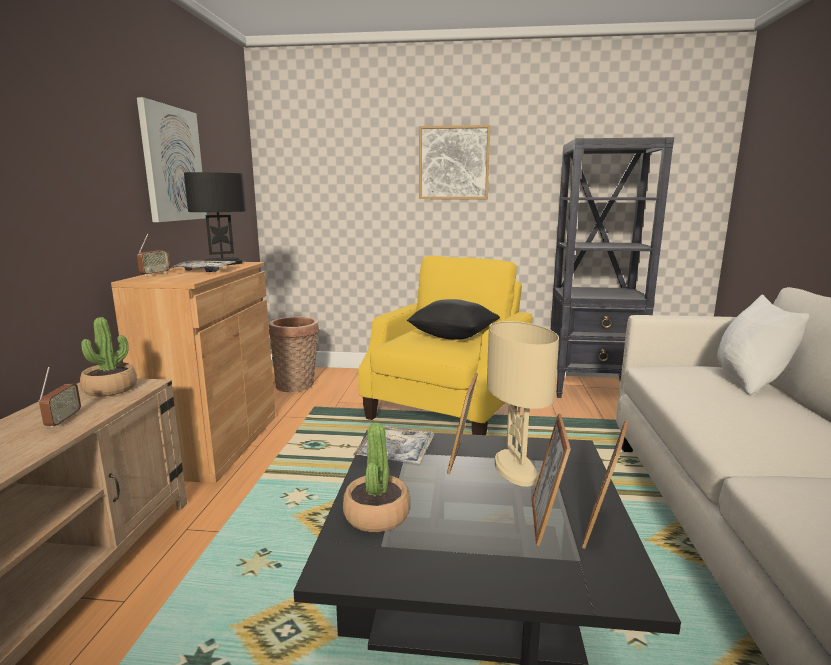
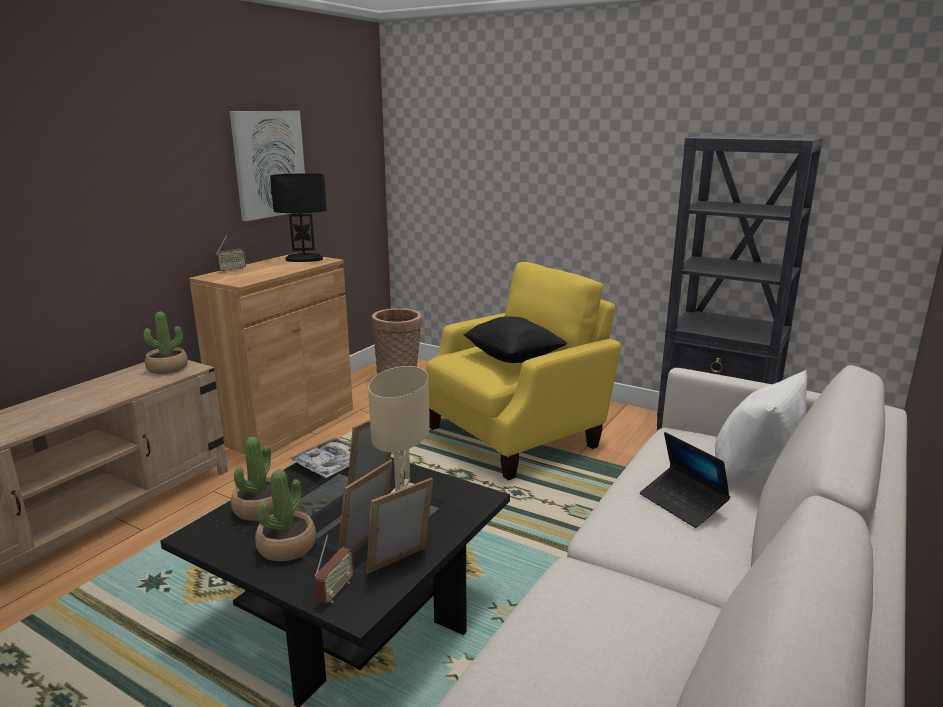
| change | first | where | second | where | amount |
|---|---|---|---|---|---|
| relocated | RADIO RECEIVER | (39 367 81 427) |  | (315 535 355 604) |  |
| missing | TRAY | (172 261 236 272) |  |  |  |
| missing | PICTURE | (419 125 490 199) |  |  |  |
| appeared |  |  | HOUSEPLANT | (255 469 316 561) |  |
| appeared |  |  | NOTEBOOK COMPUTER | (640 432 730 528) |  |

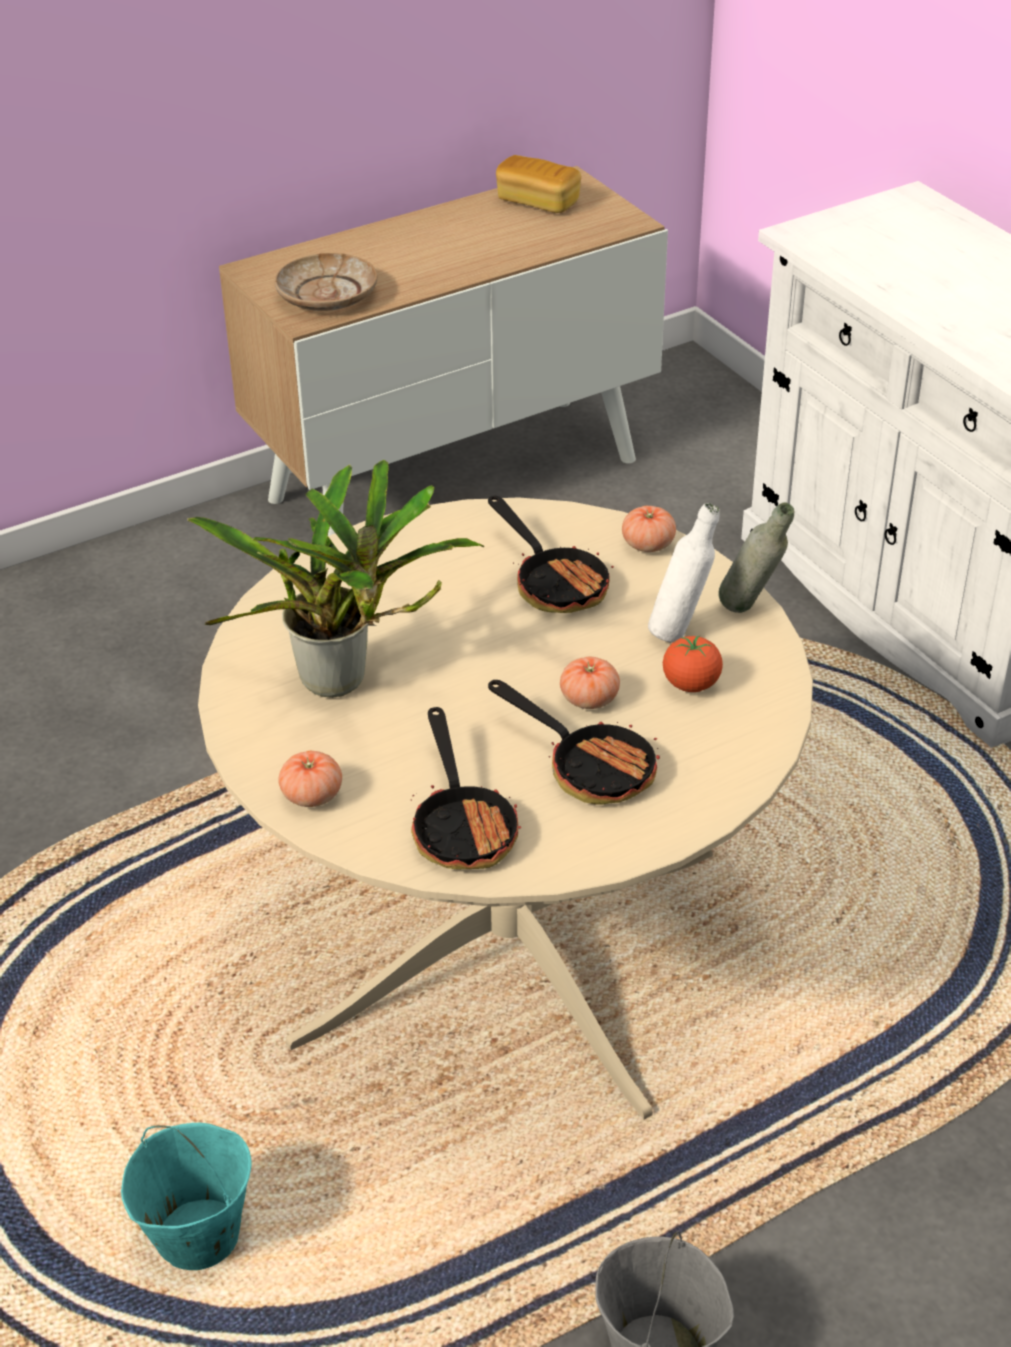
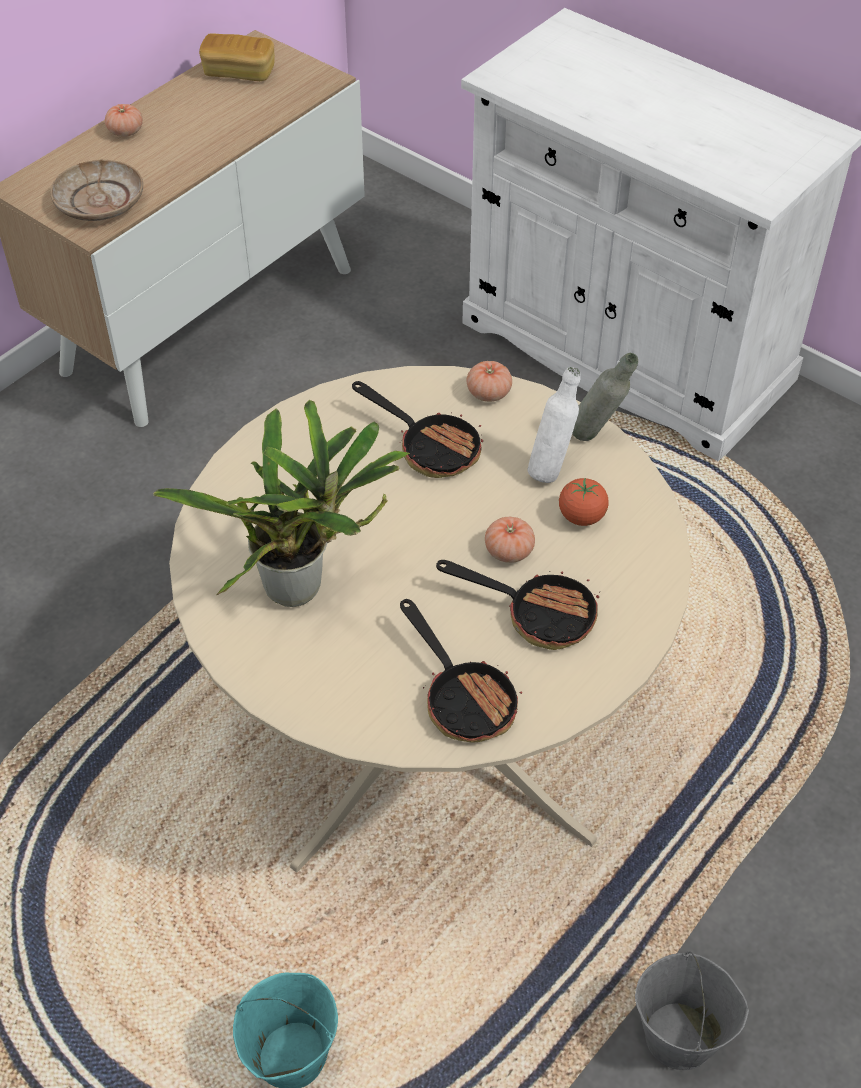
| change | first | where | second | where | amount |
|---|---|---|---|---|---|
| relocated | FRESH TOMATO | (278 751 342 807) |  | (105 104 143 137) |  |

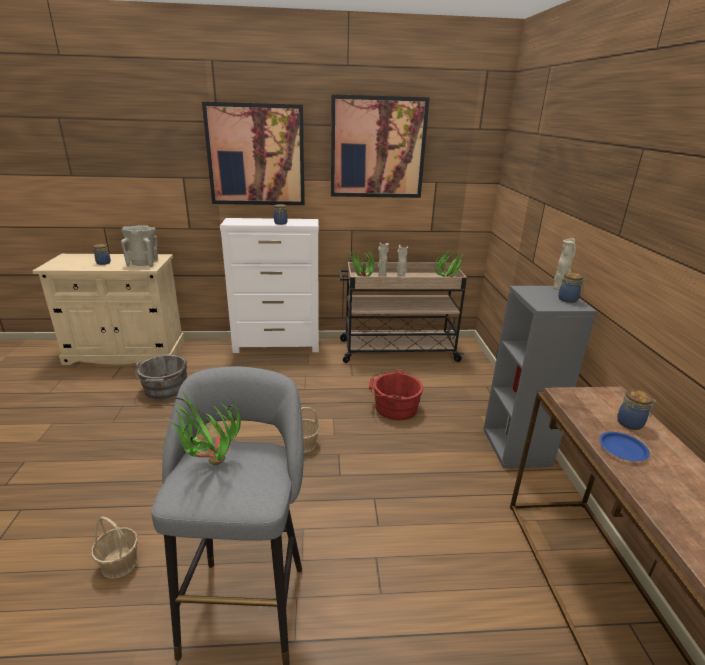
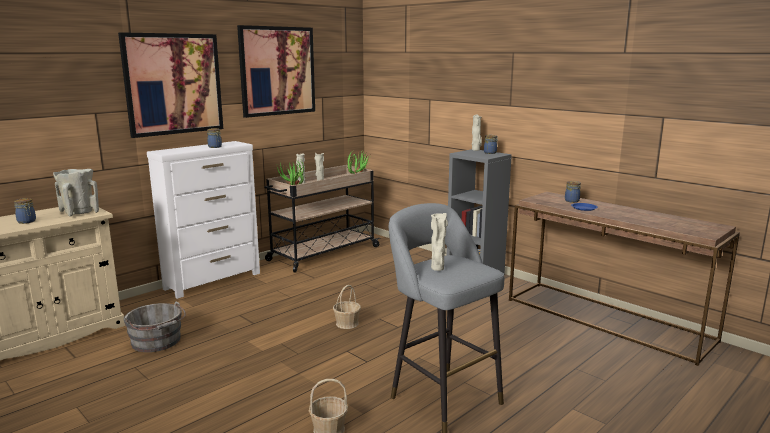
| change | first | where | second | where | amount |
|---|---|---|---|---|---|
| exchanged | HOUSEPLANT | (166 392 241 465) | SAND-COLOURED FLOWER VASE | (431 213 448 271) |  |
| missing | RED BUCKET | (369 369 423 420) |  |  |  |

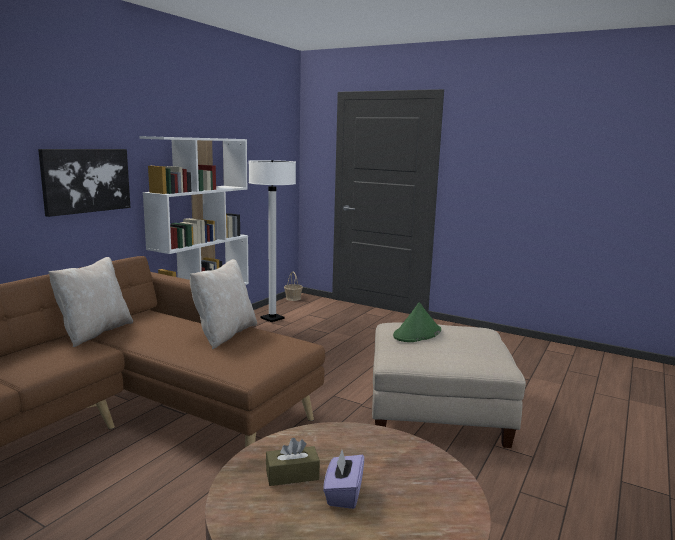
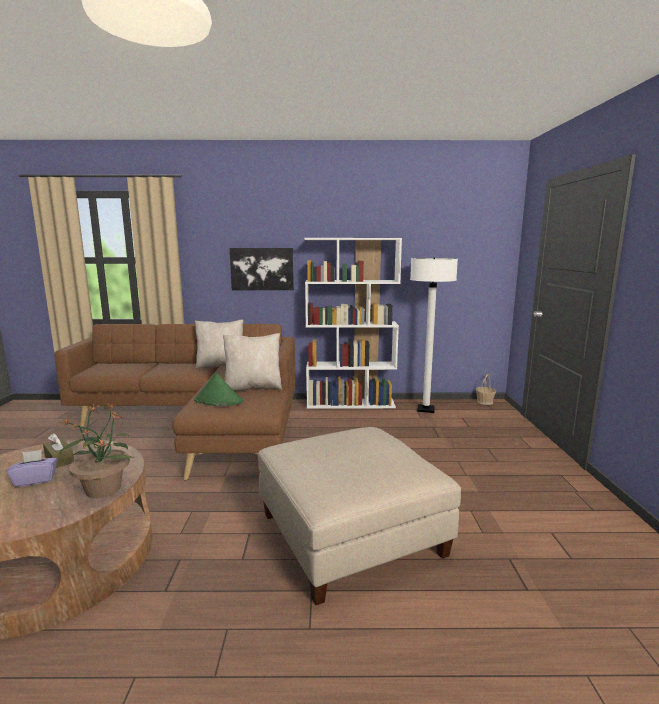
| change | first | where | second | where | amount |
|---|---|---|---|---|---|
| relocated | GREENISH WEARABLE HAT | (393 302 441 342) |  | (194 372 243 406) |  |
| appeared |  |  | HOUSEPLANT | (59 404 133 498) |  |

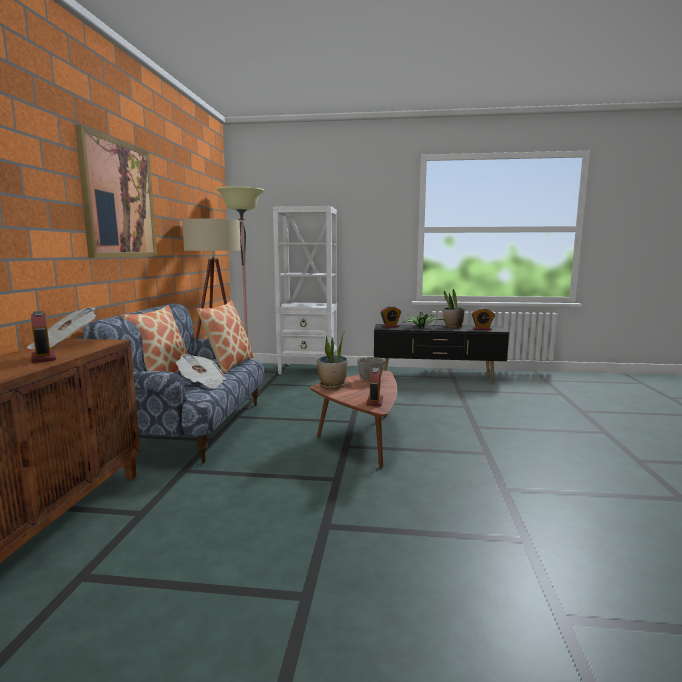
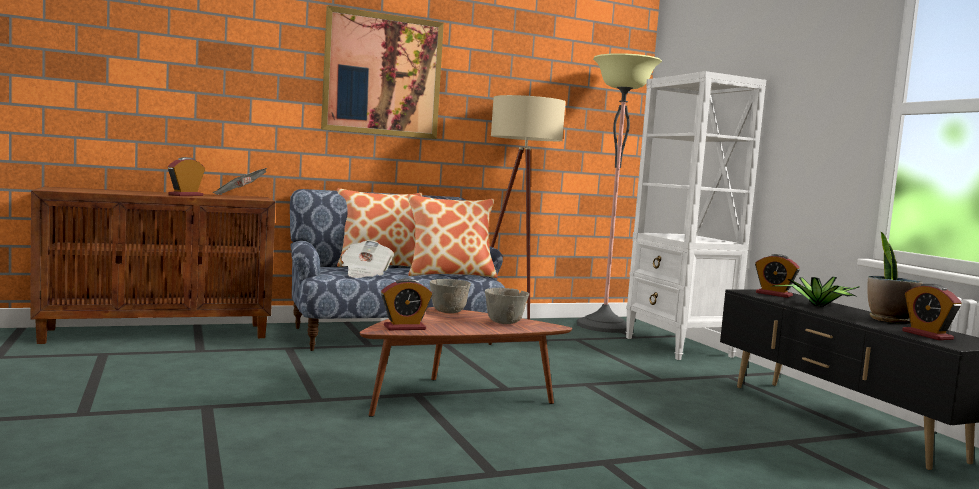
| change | first | where | second | where | amount |
|---|---|---|---|---|---|
| exchanged | HOUSEPLANT | (317 330 348 389) | GREYISH SERVING BOWL | (430 279 471 313) |  |

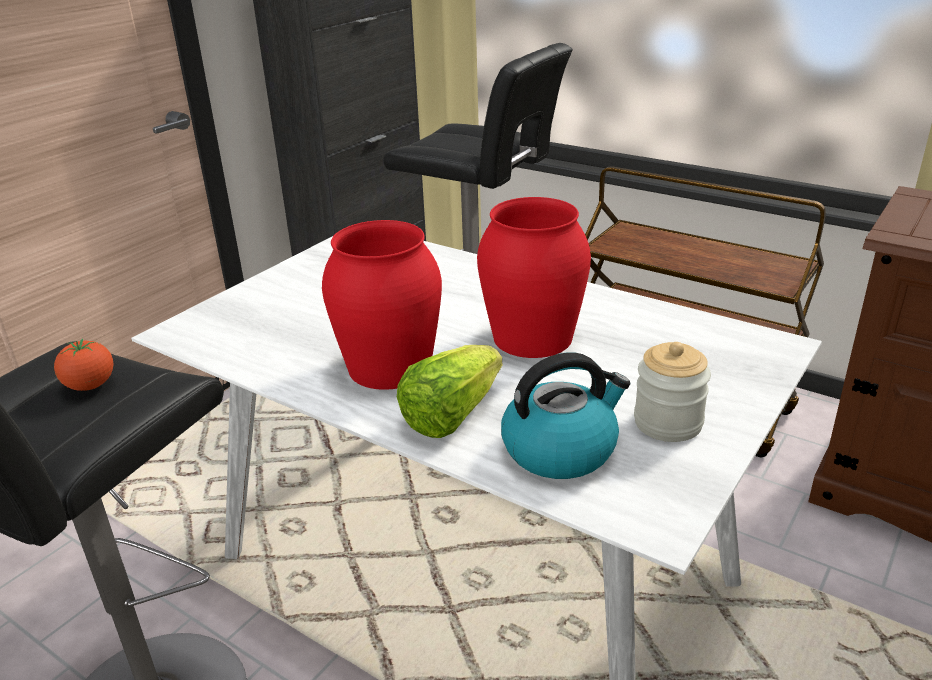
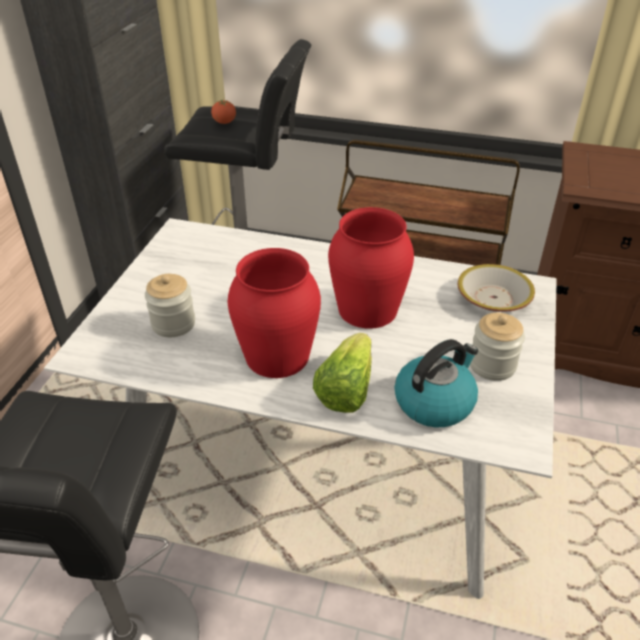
| change | first | where | second | where | amount |
|---|---|---|---|---|---|
| relocated | FRESH TOMATO | (54 339 114 391) |  | (211 100 236 124) |  |
| appeared |  |  | STORAGE JAR | (145 274 195 337) |  |
| appeared |  |  | SERVING BOWL | (458 264 535 312) |  |

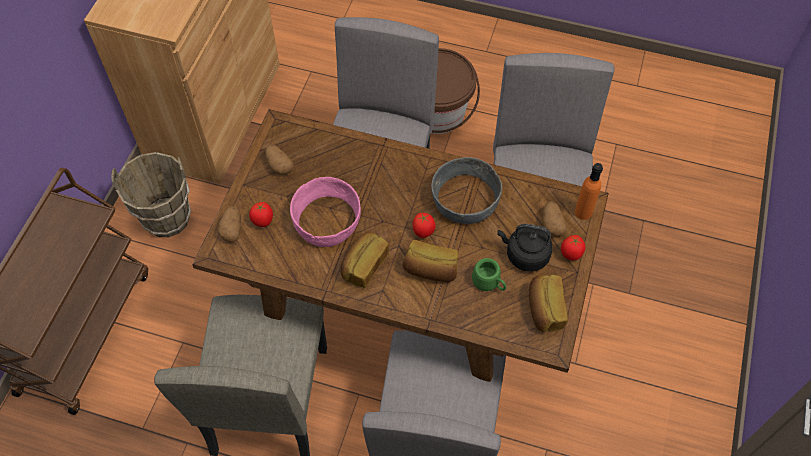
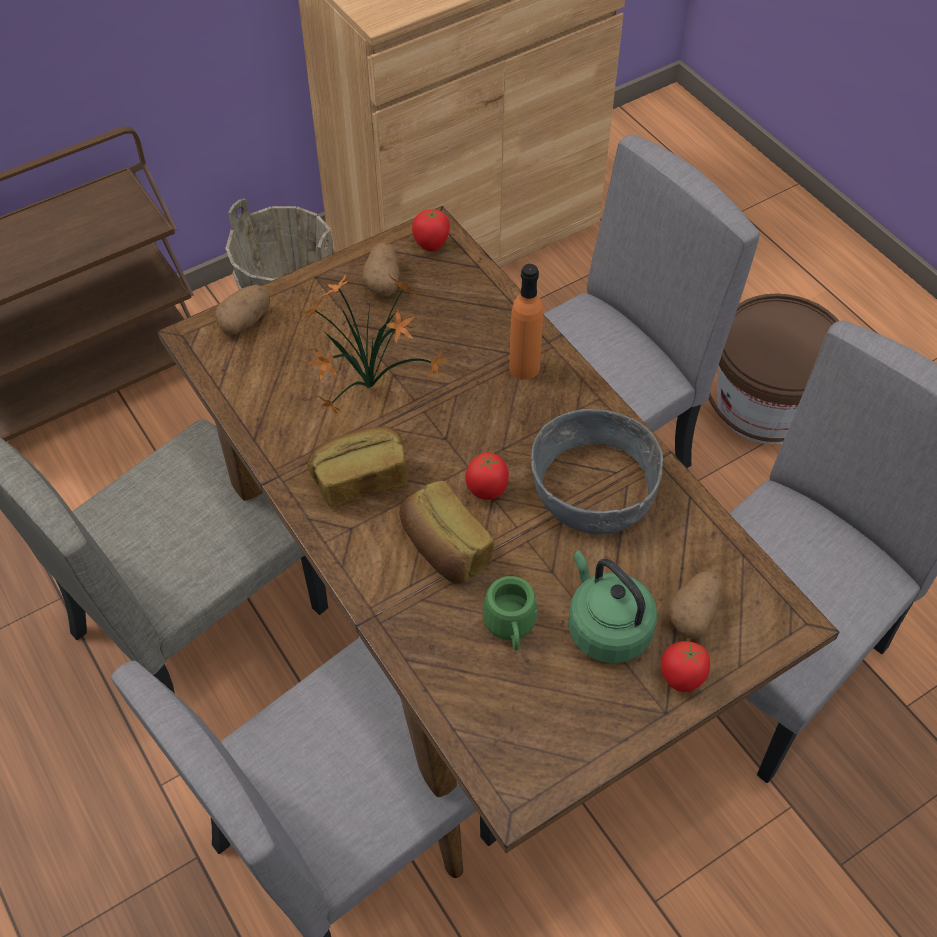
| change | first | where | second | where | amount |
|---|---|---|---|---|---|
| relocated | FRESH TOMATO | (249 202 273 227) |  | (412 209 450 252) |  |
| exchanged | PINK SERVING BOWL | (290 177 361 247) | HOUSEPLANT | (302 274 448 417) |  |
| colour | BLACKISH TEA KETTLE | (497 224 553 272) | GREENISH TEA KETTLE | (568 550 657 663) |  |
| missing | BAKERY BREAD | (529 274 568 332) |  |  |  |
| relocated | ORANGE DRINK BOTTLE | (575 163 603 220) |  | (509 264 543 379) |  |

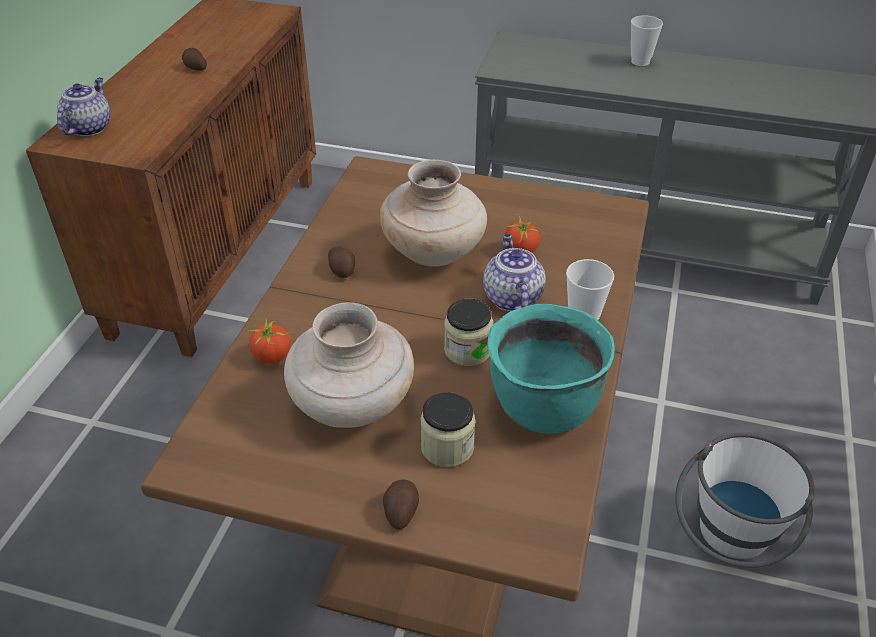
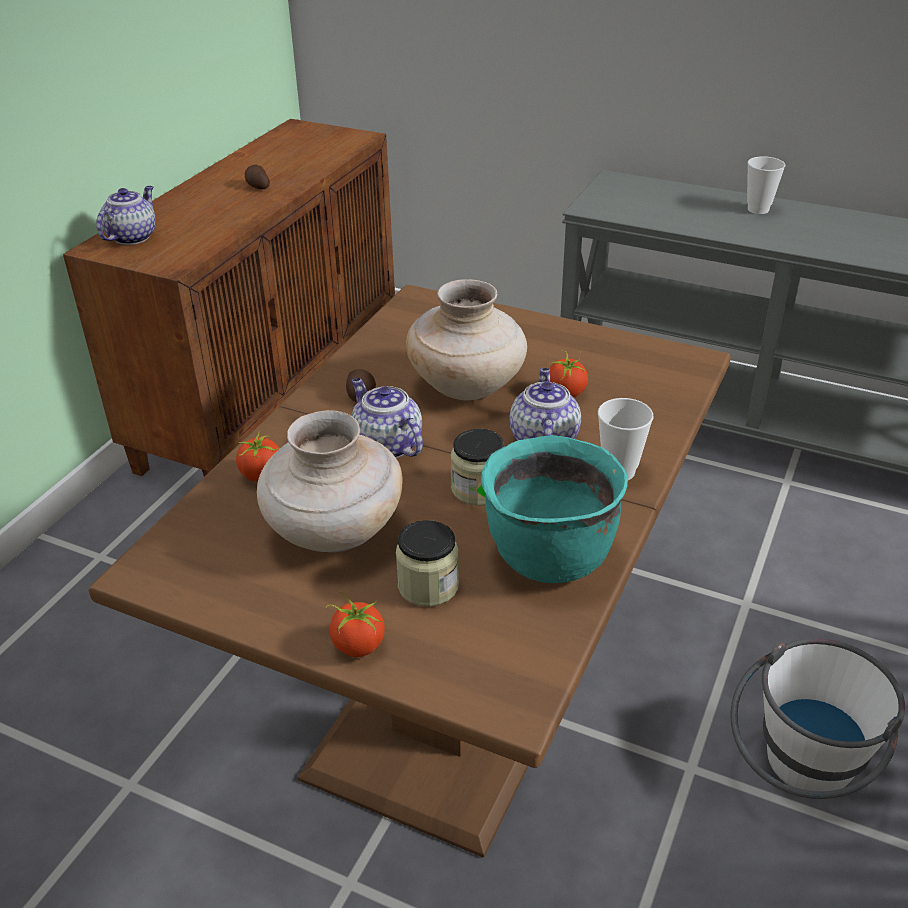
| change | first | where | second | where | amount |
|---|---|---|---|---|---|
| exchanged | POTATO | (383 480 419 529) | FRESH TOMATO | (326 591 385 657) |  |
| appeared |  |  | POT FOR TEA | (352 378 423 458) |  |

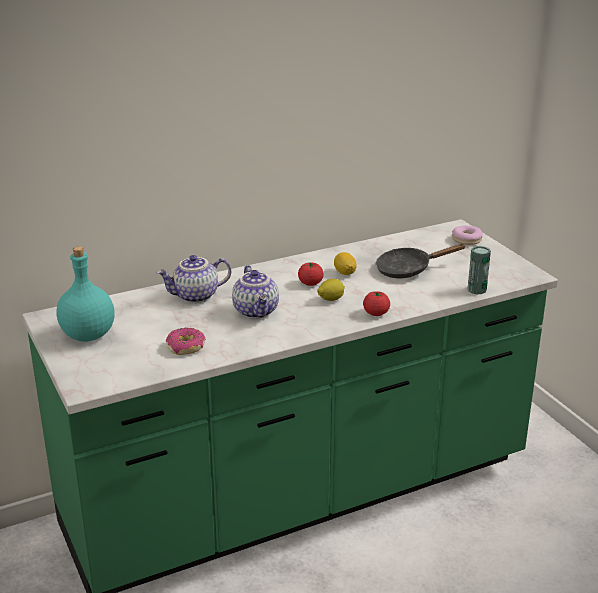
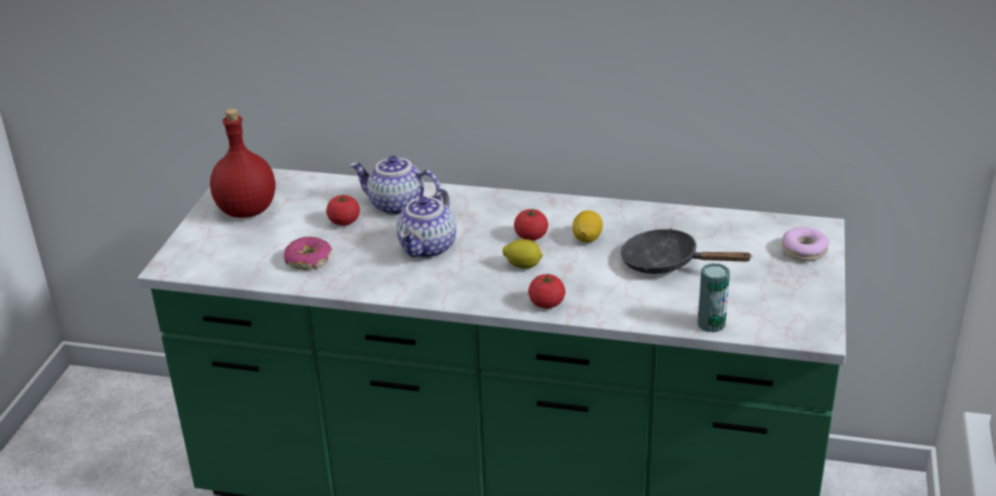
| change | first | where | second | where | amount |
|---|---|---|---|---|---|
| colour | TURQUOISE-COLOURED DRINK BOTTLE | (56 246 115 342) | RED DRINK BOTTLE | (210 109 275 218) |  |
| appeared |  |  | FRESH TOMATO | (326 194 360 226) |  |

